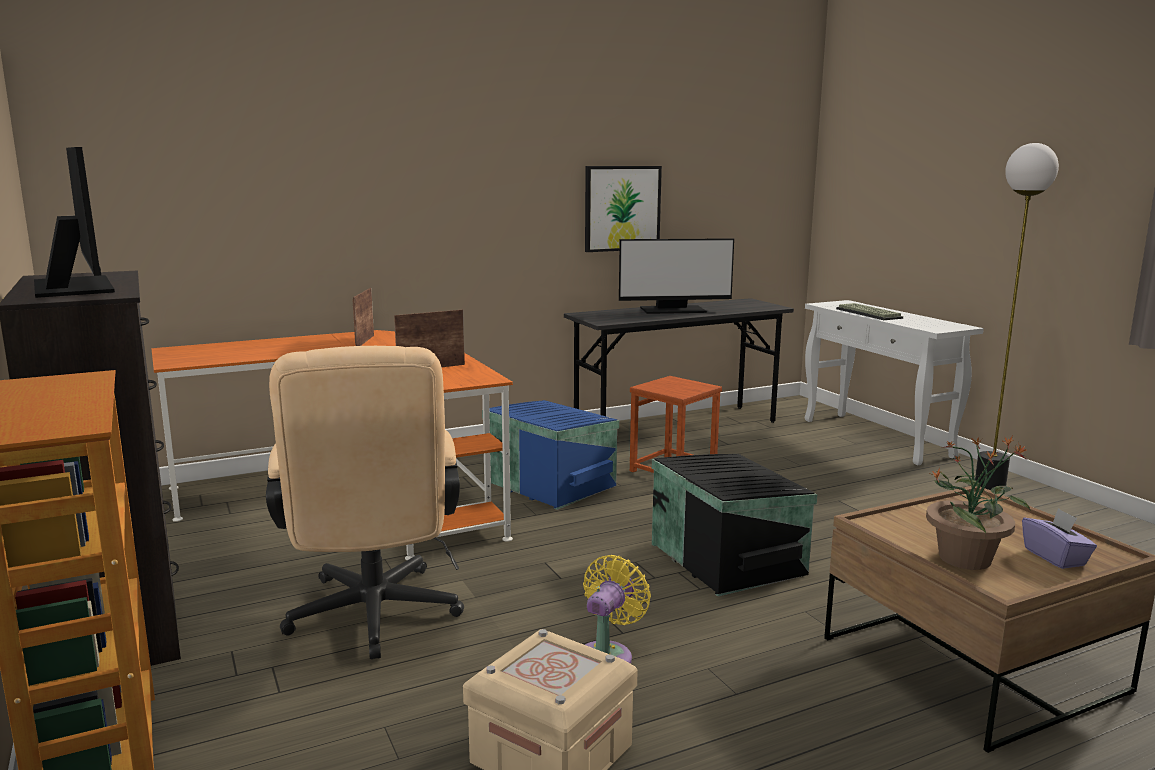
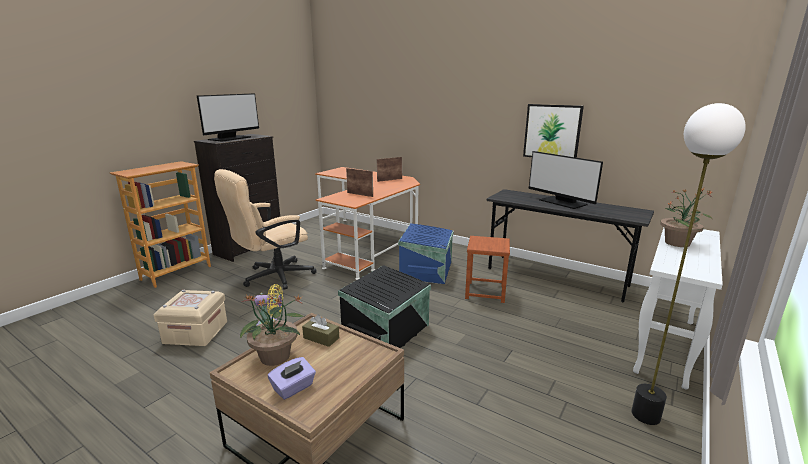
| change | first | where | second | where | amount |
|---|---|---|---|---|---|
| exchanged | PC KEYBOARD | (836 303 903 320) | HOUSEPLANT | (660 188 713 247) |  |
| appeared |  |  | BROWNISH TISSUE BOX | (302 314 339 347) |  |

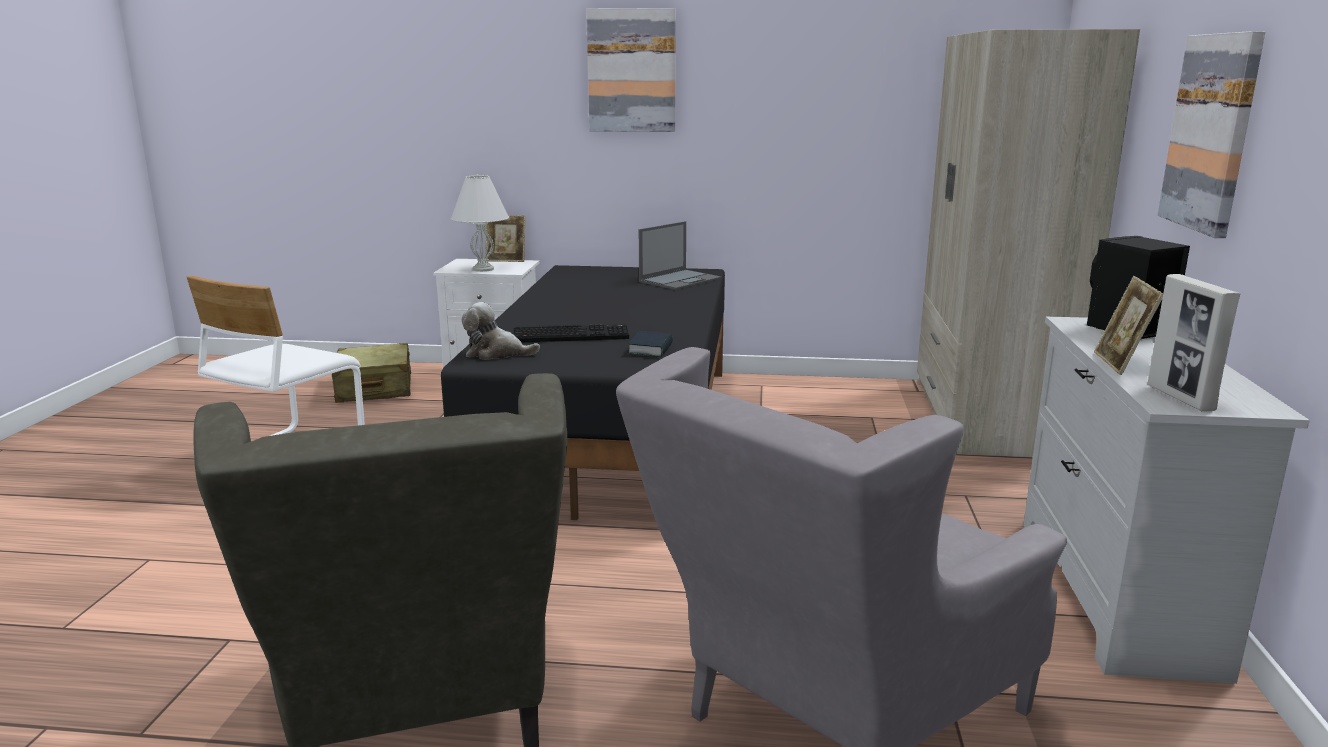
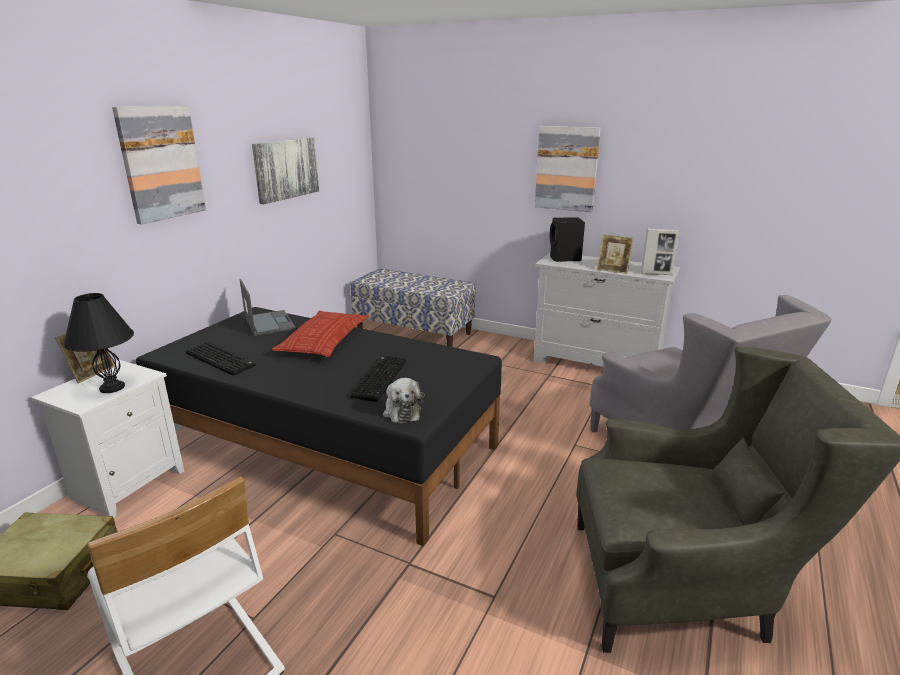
| change | first | where | second | where | amount |
|---|---|---|---|---|---|
| colour | WHITE-COLOURED TABLE LAMP | (451 174 509 272) | BLACKISH TABLE LAMP | (63 293 134 393) |  |
| spun | CUDDLY TOY | (462 302 540 360) |  | (383 378 425 424) | 45 degrees counterclockwise |
| missing | BOUND BOOK | (628 331 673 358) |  |  |  |
| exchanged | SAND-COLOURED CLOTHES CUPBOARD | (917 29 1140 457) | BENCH | (350 269 475 347) |  |
| appeared |  |  | PC KEYBOARD | (186 342 256 376) |  |
| appeared |  |  | PICTURE | (252 137 319 204) |  |
| appeared |  |  | PILLOW | (272 311 369 357) |  |

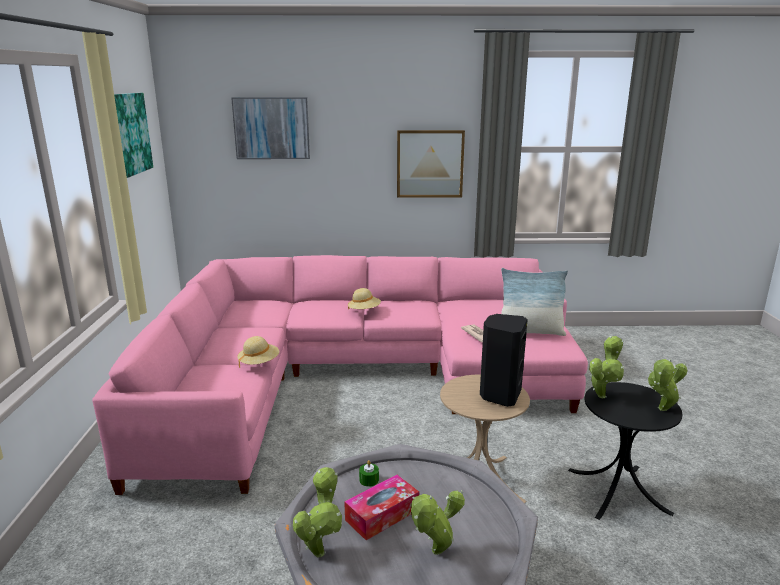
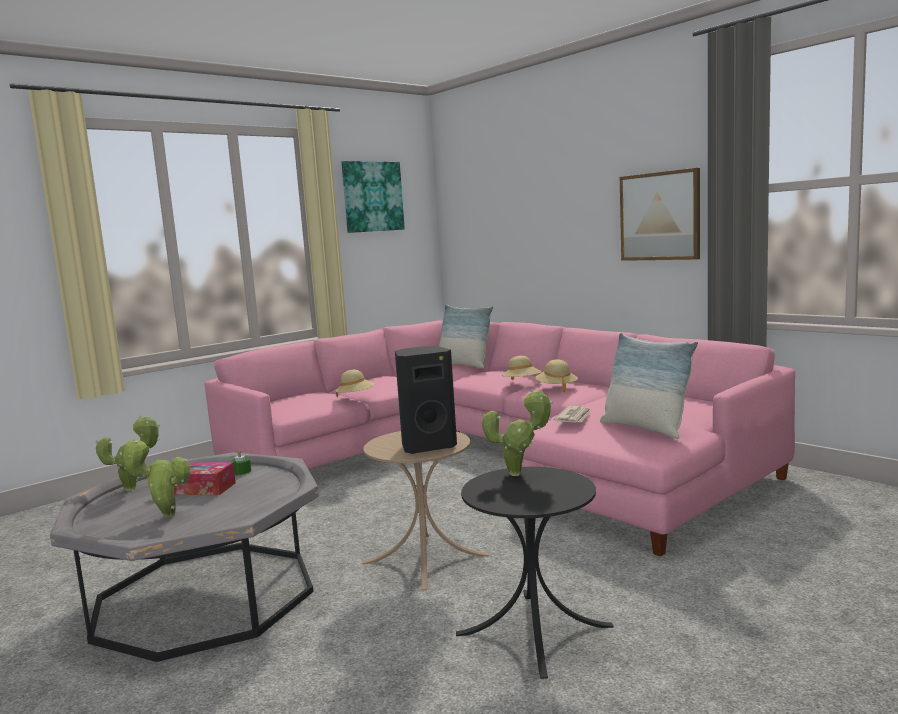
| change | first | where | second | where | amount |
|---|---|---|---|---|---|
| missing | PICTURE | (231 97 310 159) |  |  |  |
| missing | HOUSEPLANT | (647 359 687 411) |  |  |  |
| appeared |  |  | PILLOW | (439 305 493 368) |  |
| appeared |  |  | SAND-COLOURED WEARABLE HAT | (536 359 578 392) |  |

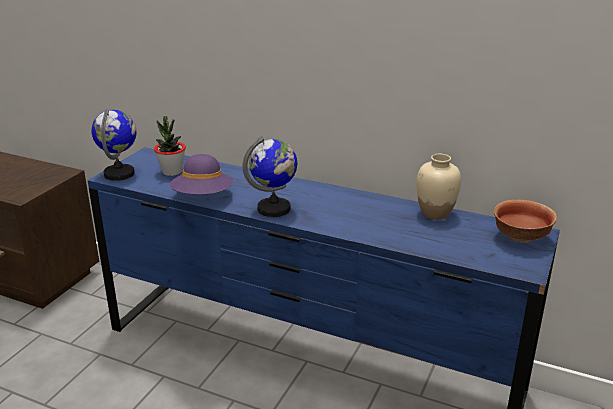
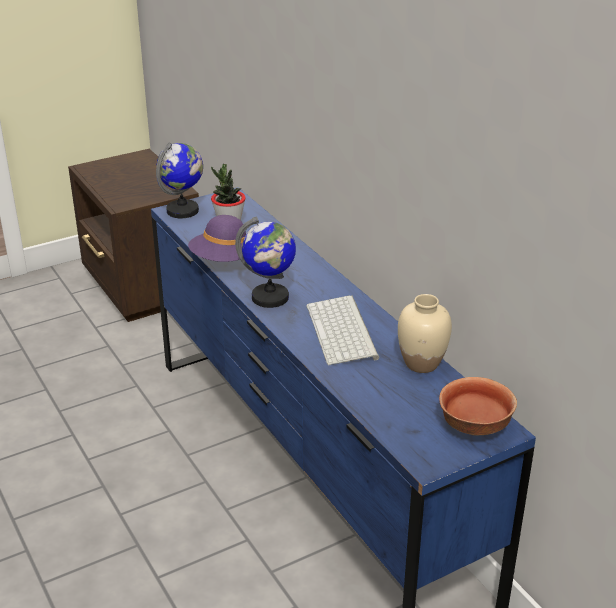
| change | first | where | second | where | amount |
|---|---|---|---|---|---|
| appeared |  |  | PC KEYBOARD | (306 295 379 365) |  |

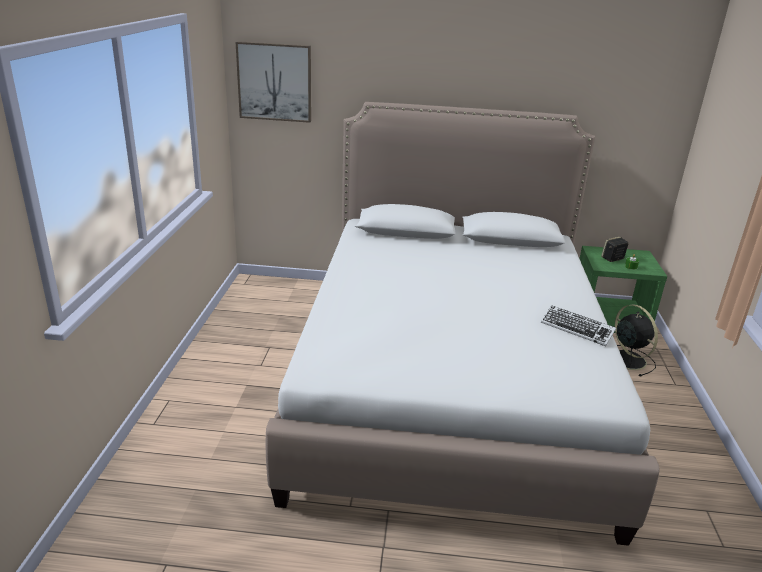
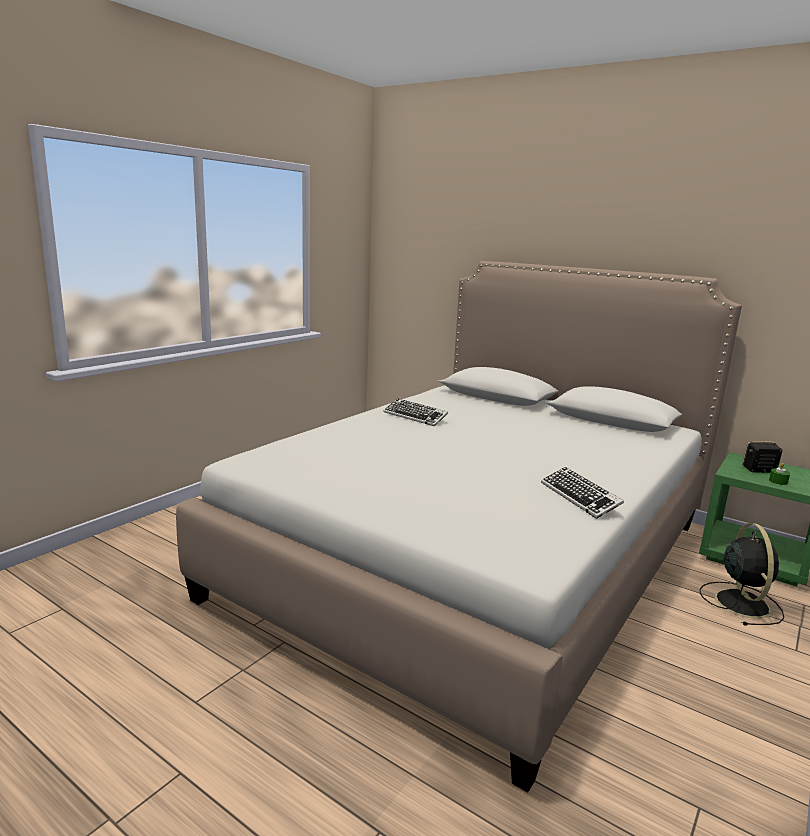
| change | first | where | second | where | amount |
|---|---|---|---|---|---|
| missing | PICTURE | (236 41 311 123) |  |  |  |
| appeared |  |  | PC KEYBOARD | (384 398 448 426) |  |

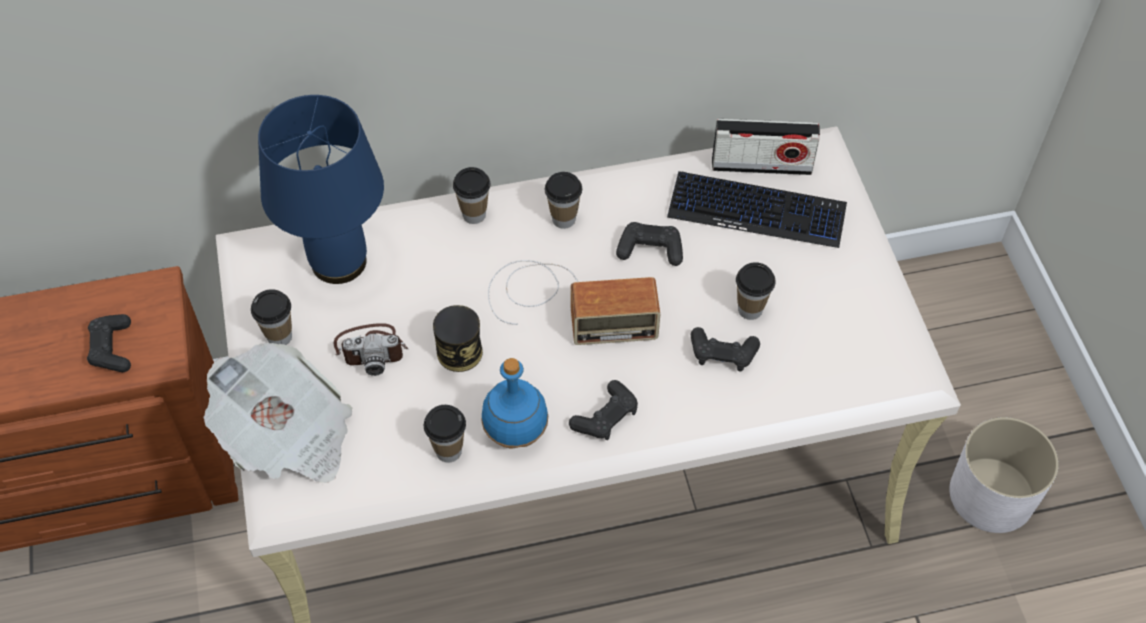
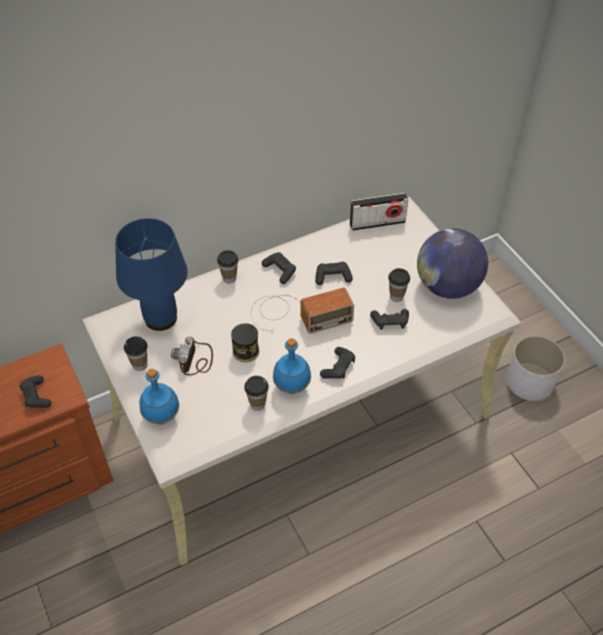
| change | first | where | second | where | amount |
|---|---|---|---|---|---|
| exchanged | DAILY PAPER | (203 343 353 483) | BLUE-COLOURED DRINK BOTTLE | (139 369 179 425) |  |
| spun | STILL CAMERA | (334 323 409 376) |  | (171 337 213 376) | 120 degrees clockwise |
| exchanged | DRINKING CUP | (545 172 582 229) | BLACKISH GAME CONTROLLER | (262 252 296 284) |  |
| missing | PC KEYBOARD | (667 171 847 248) |  |  |  |
| appeared |  |  | WORLD GLOBE | (417 228 488 299) |  |

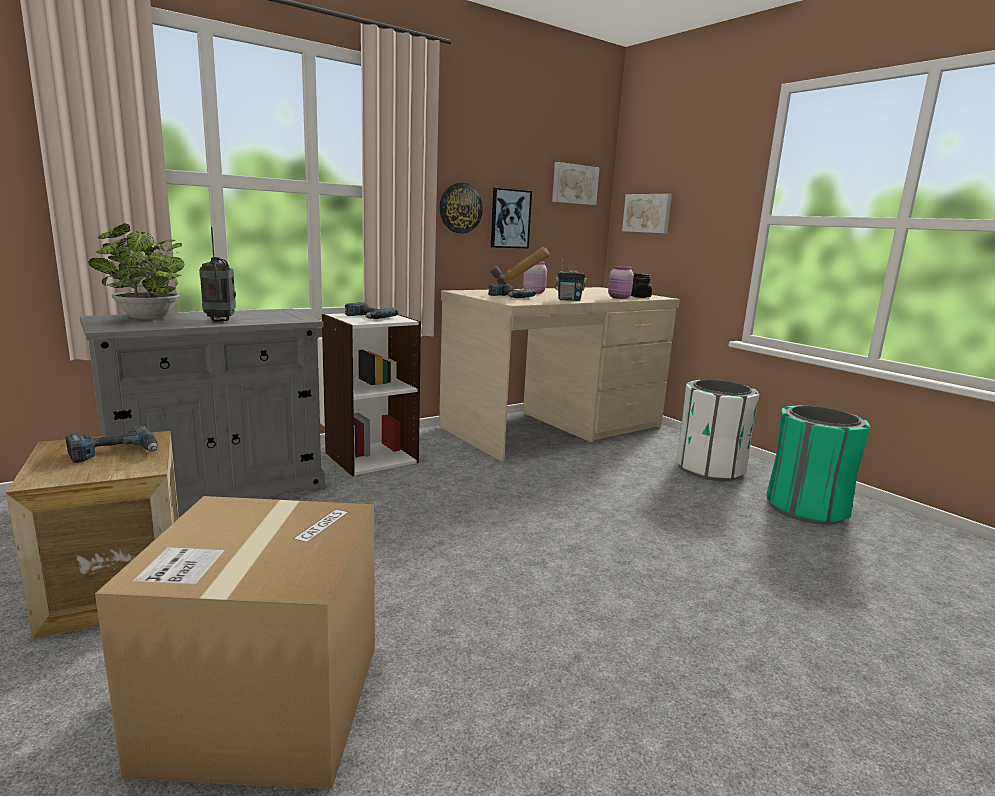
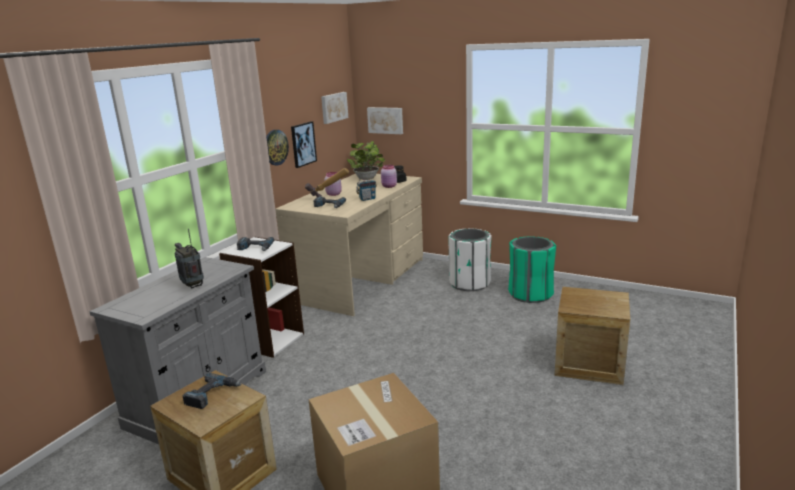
| change | first | where | second | where | amount |
|---|---|---|---|---|---|
| relocated | HOUSEPLANT | (88 223 184 320) |  | (347 141 385 180) |  |
| appeared |  |  | SHIPPING CRATE | (555 287 630 385) |  |

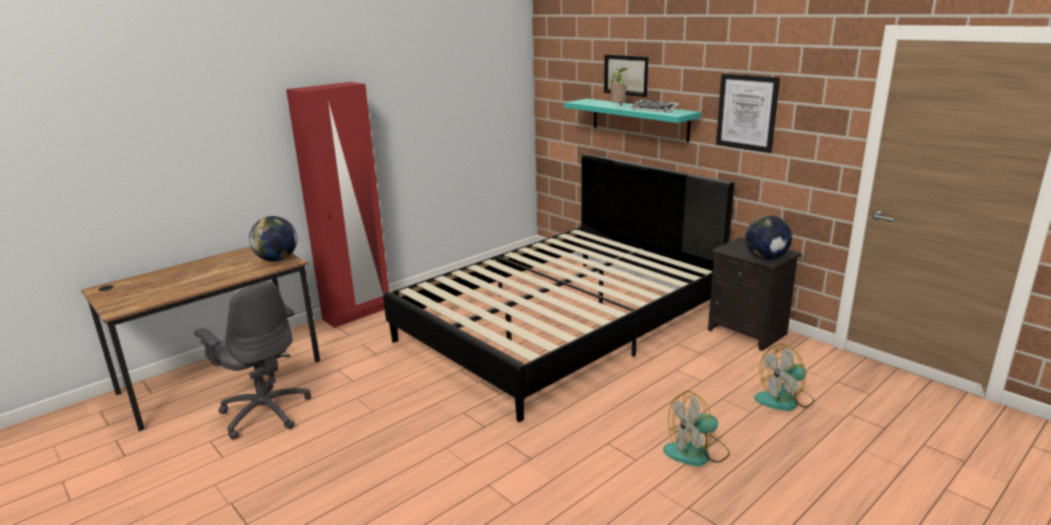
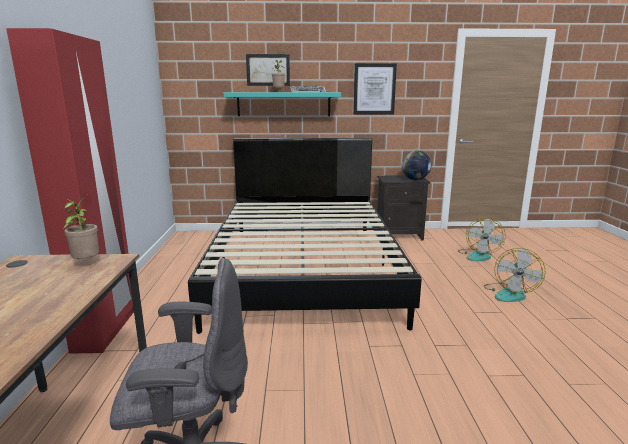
| change | first | where | second | where | amount |
|---|---|---|---|---|---|
| exchanged | WORLD GLOBE | (249 216 297 261) | HOUSEPLANT | (63 197 99 260) |  |

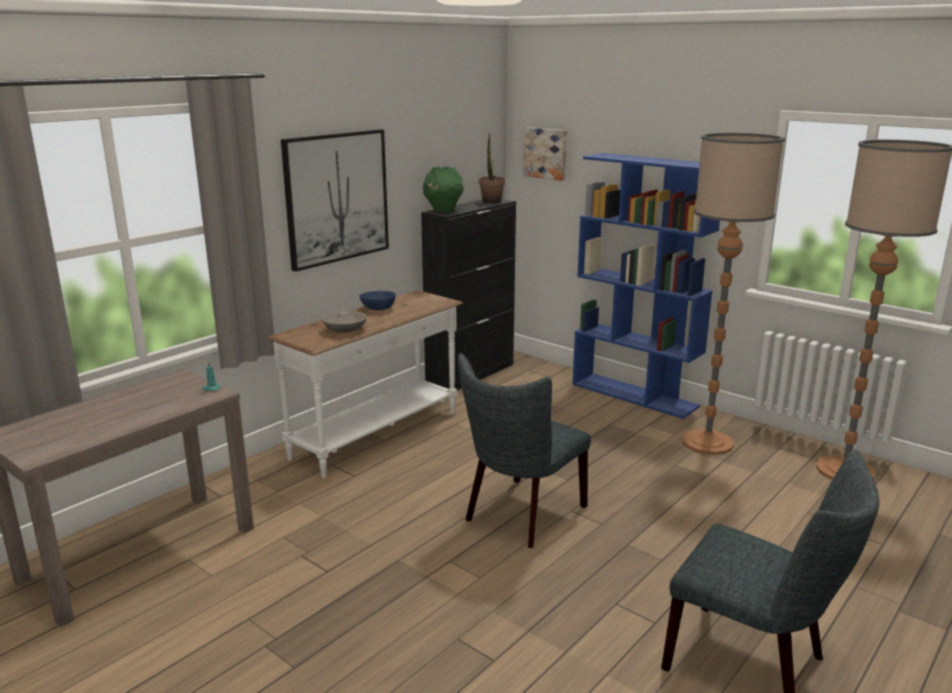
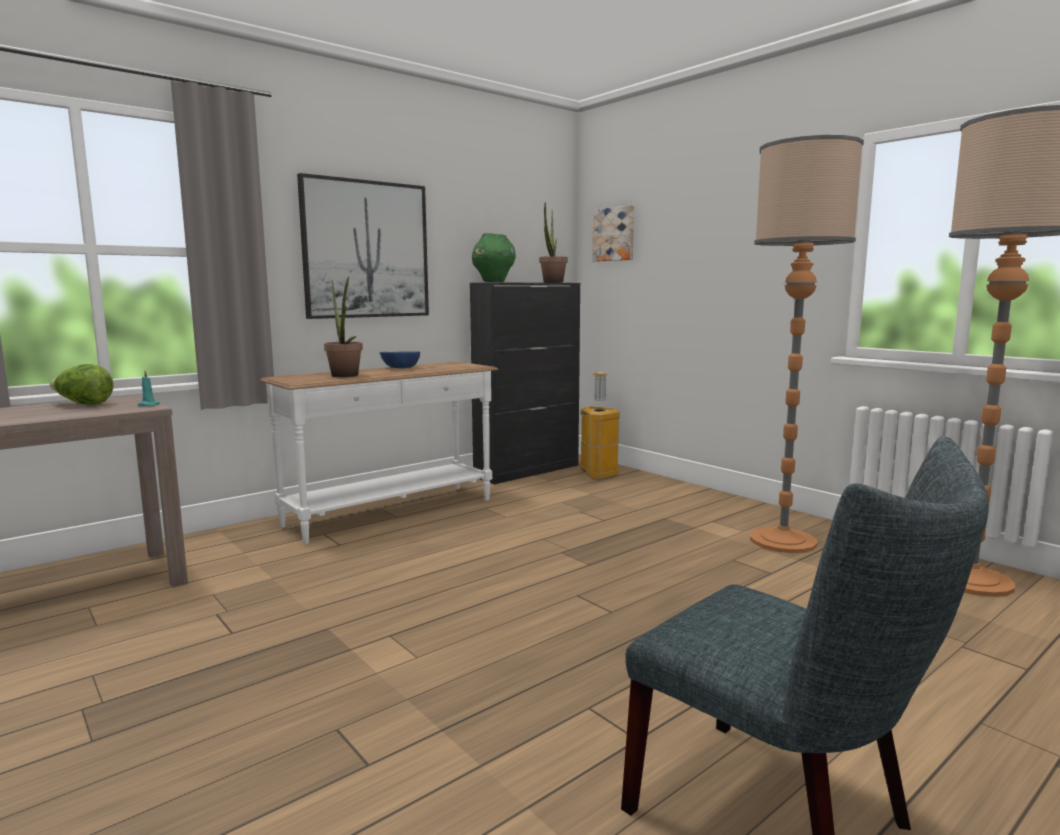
| change | first | where | second | where | amount |
|---|---|---|---|---|---|
| exchanged | GREYISH SERVING BOWL | (322 311 367 333) | HOUSEPLANT | (324 276 363 377) |  |
| missing | GREYISH CHAIR | (458 353 591 548) |  |  |  |
| missing | BLUE-COLOURED BOOKCASE | (572 153 720 419) |  |  |  |
| appeared |  |  | HEAD OF LETTUCE | (50 364 114 405) |  |
| appeared |  |  | WASTE BIN | (580 372 620 480) |  |

